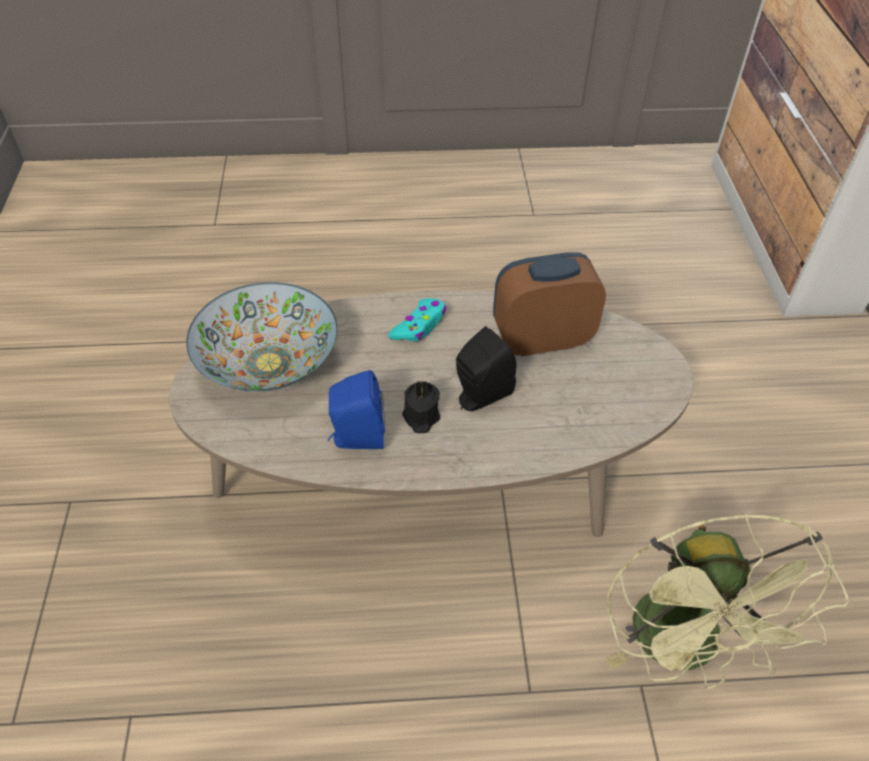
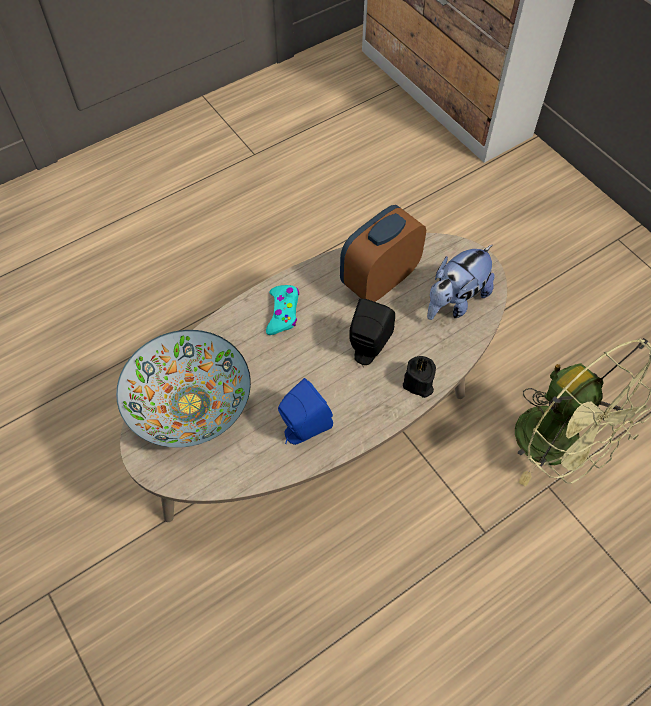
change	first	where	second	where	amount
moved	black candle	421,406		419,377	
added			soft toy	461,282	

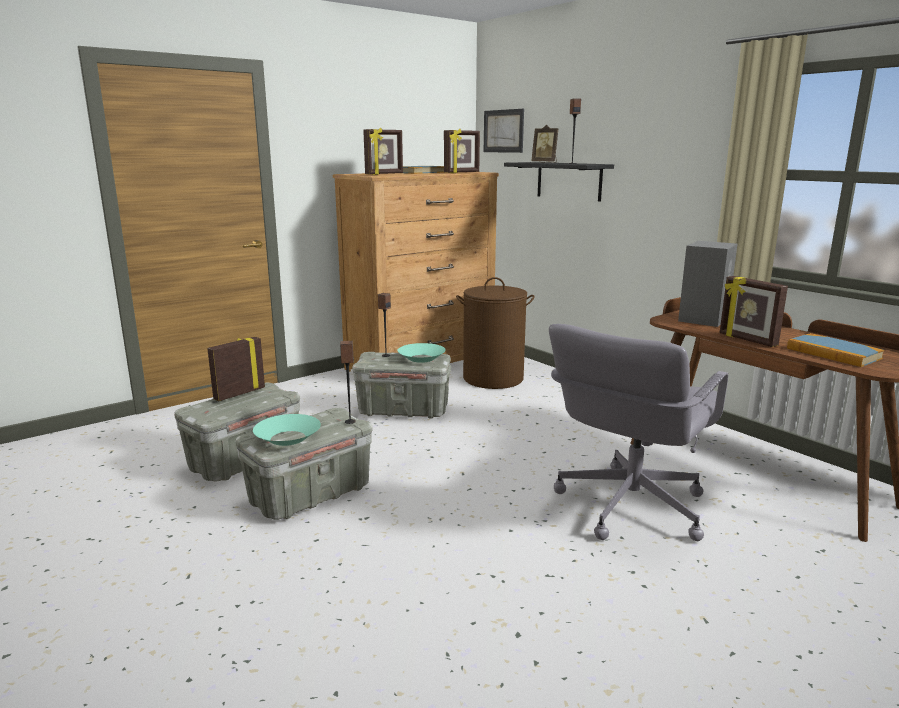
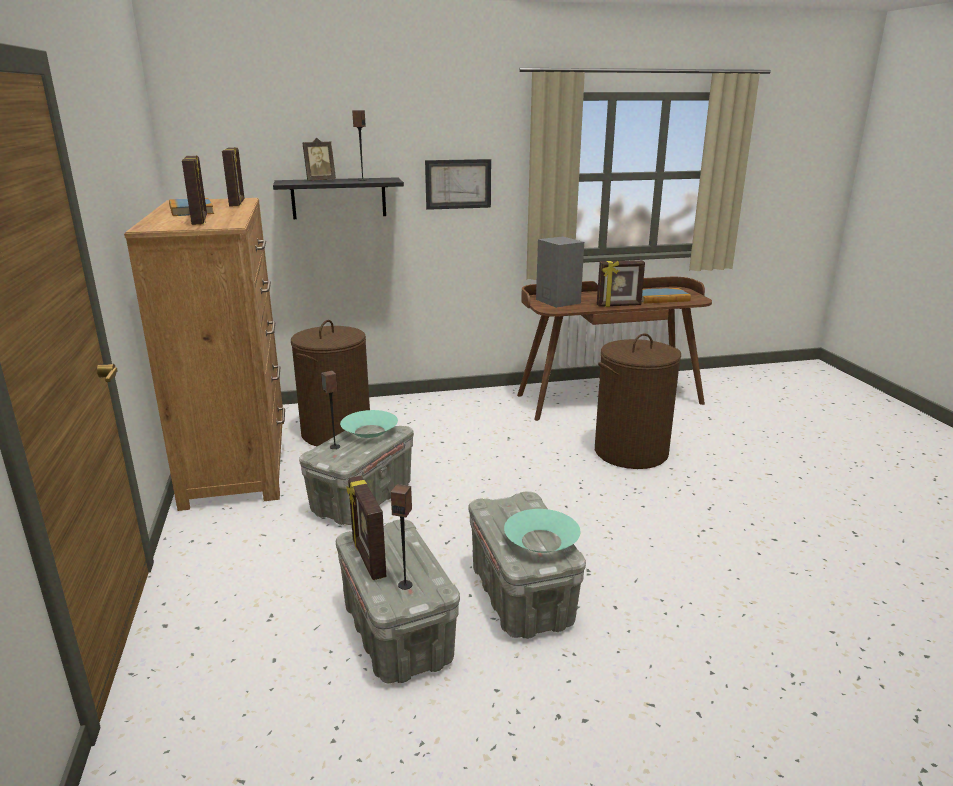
change	first	where	second	where	amount
moved	audio speaker	348,382		402,537	
moved	picture	504,131		458,184	
replaced	greyish office chair	638,432	brown-coloured hamper	638,401	

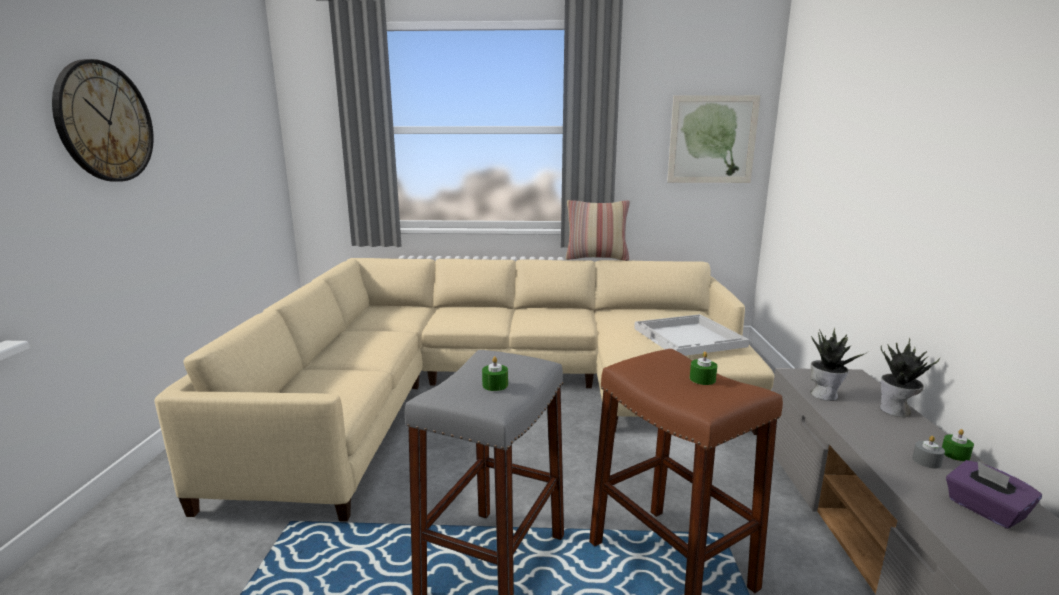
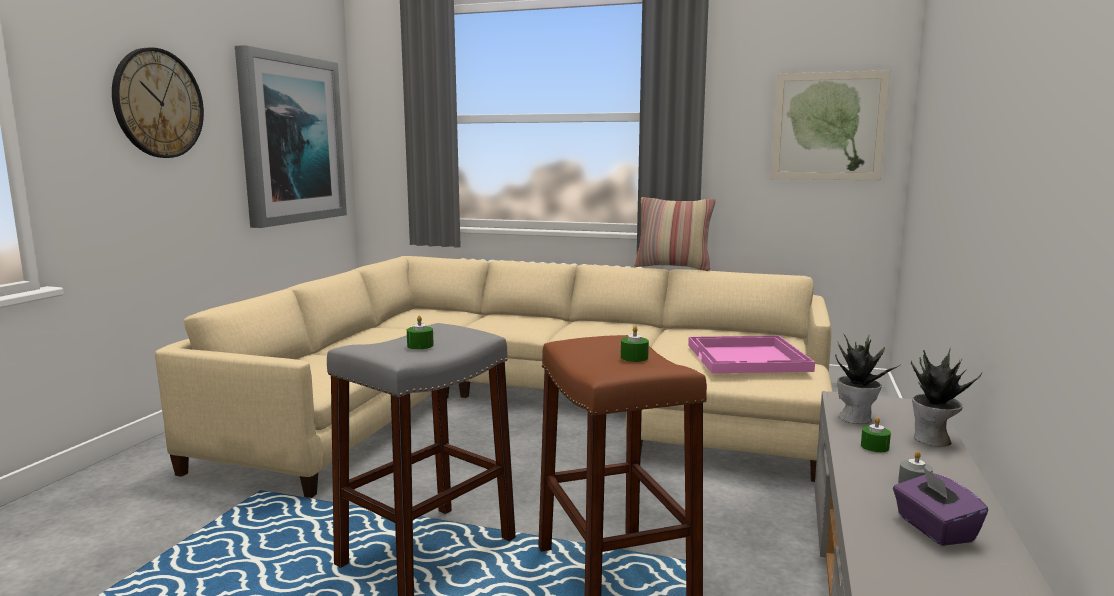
change	first	where	second	where	amount
added			picture	291,136	
recoloured	whitish carrying tray	691,335	pink carrying tray	751,354	
moved	green-coloured candle	958,445		876,434	

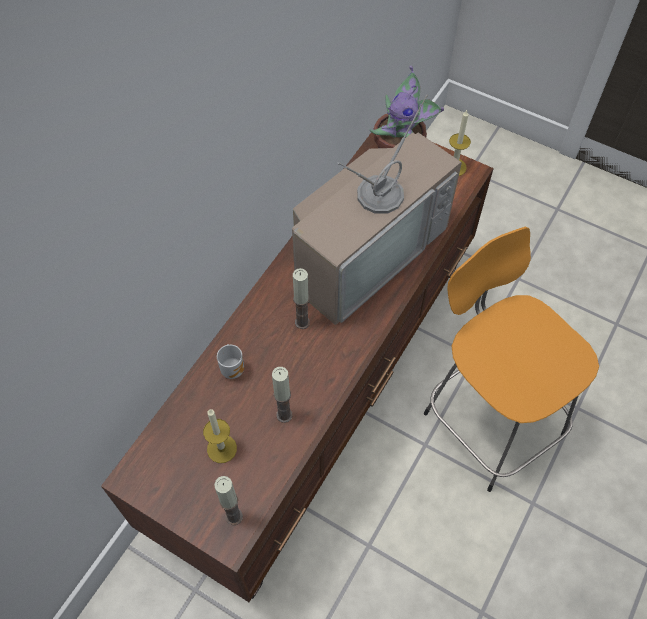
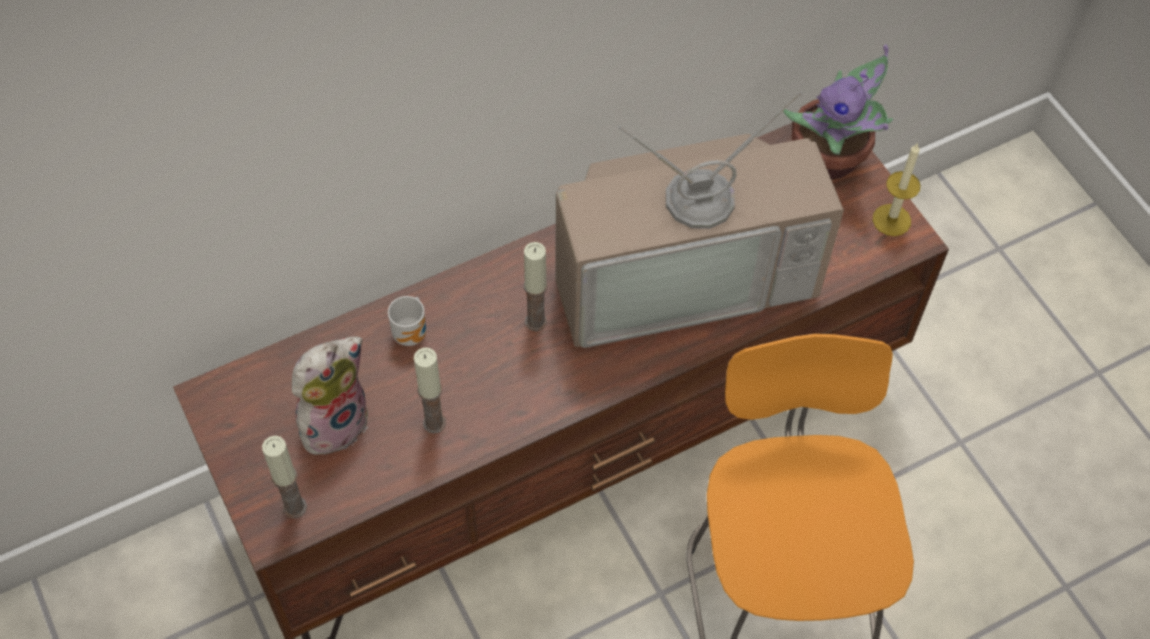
change	first	where	second	where	amount
replaced	candle	220,436	soft toy	330,395	

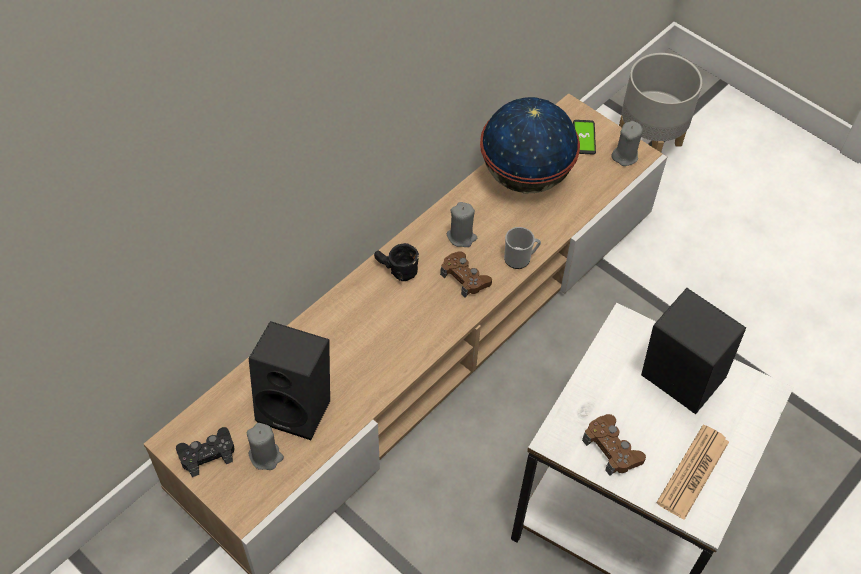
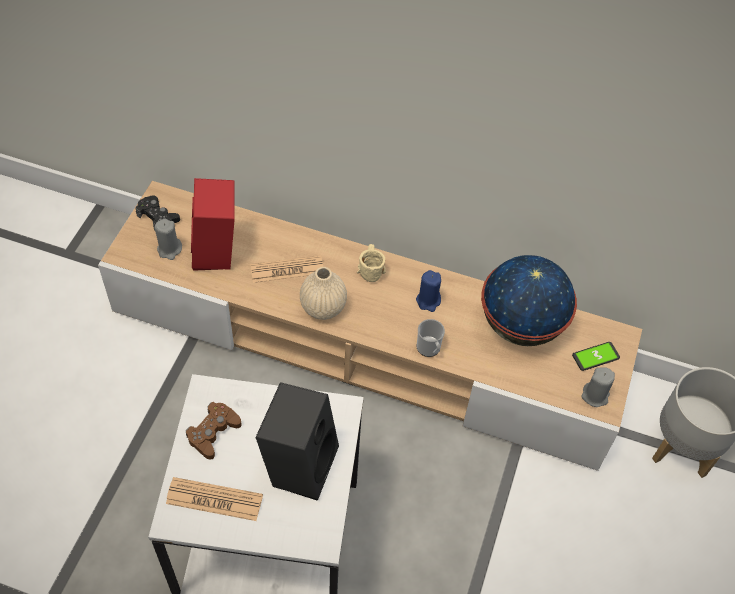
change	first	where	second	where	amount
recoloured	black audio speaker	289,380	red audio speaker	213,224	
added			newspaper	286,269	
added			sand-coloured decorative vase	323,293	
recoloured	black tea mug	396,262	sand-coloured tea mug	371,263	
recoloured	greyish candle	462,224	blue candle	428,291	
removed	brown-coloured game controller	466,274			

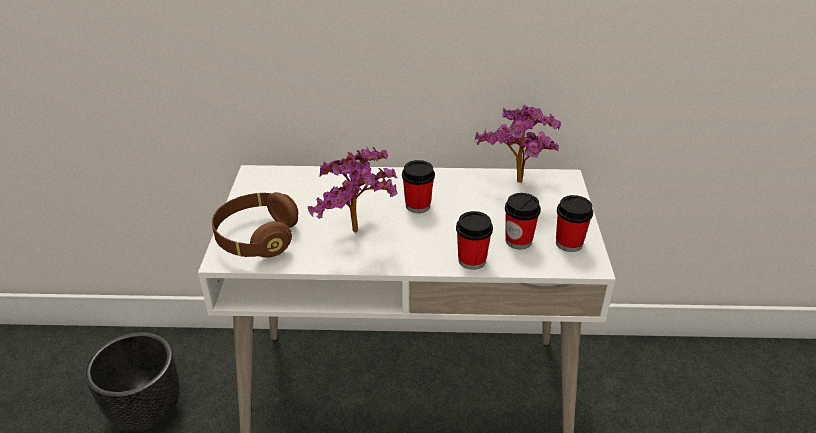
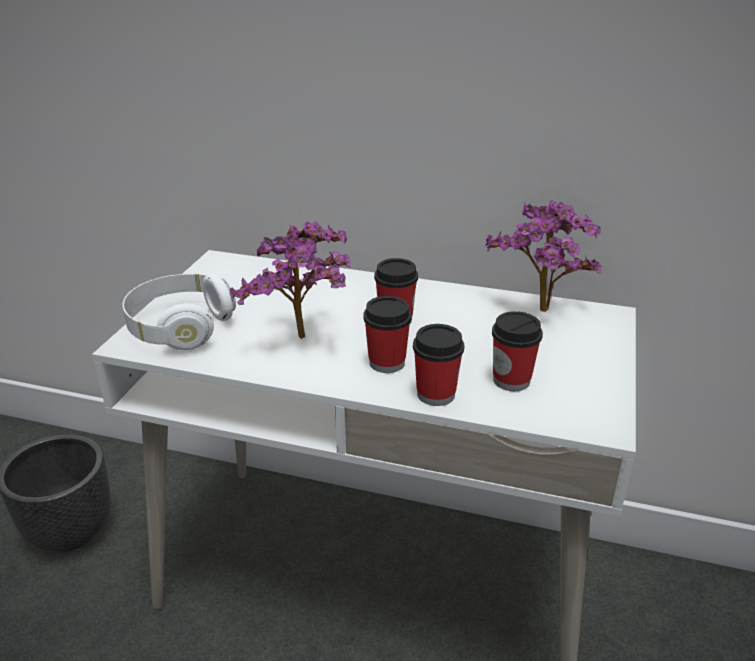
change	first	where	second	where	amount
recoloured	brown-coloured headphones	255,225	whitish headphones	179,312	
moved	drinking cup	574,223		387,334	

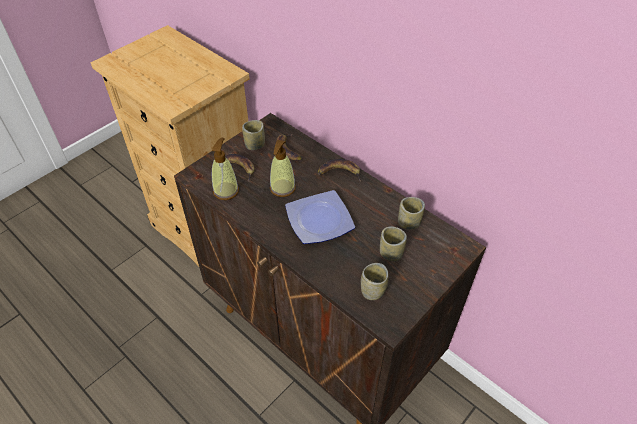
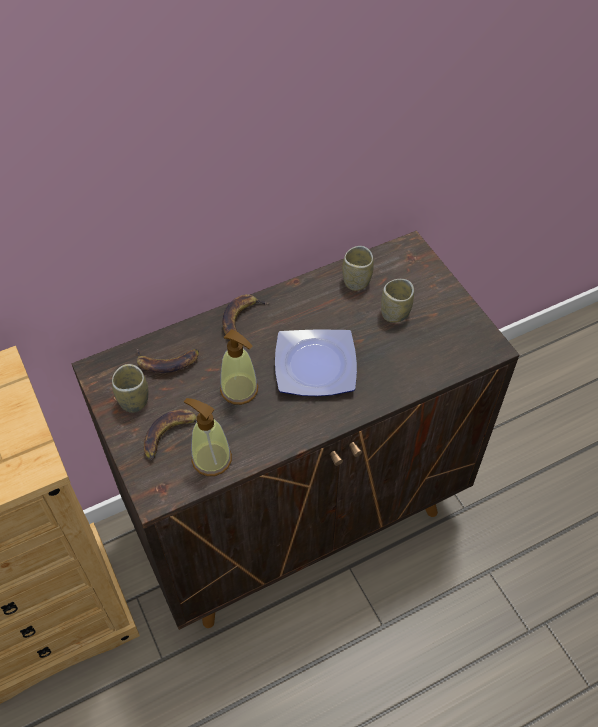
change	first	where	second	where	amount
removed	drinking cup	374,281			

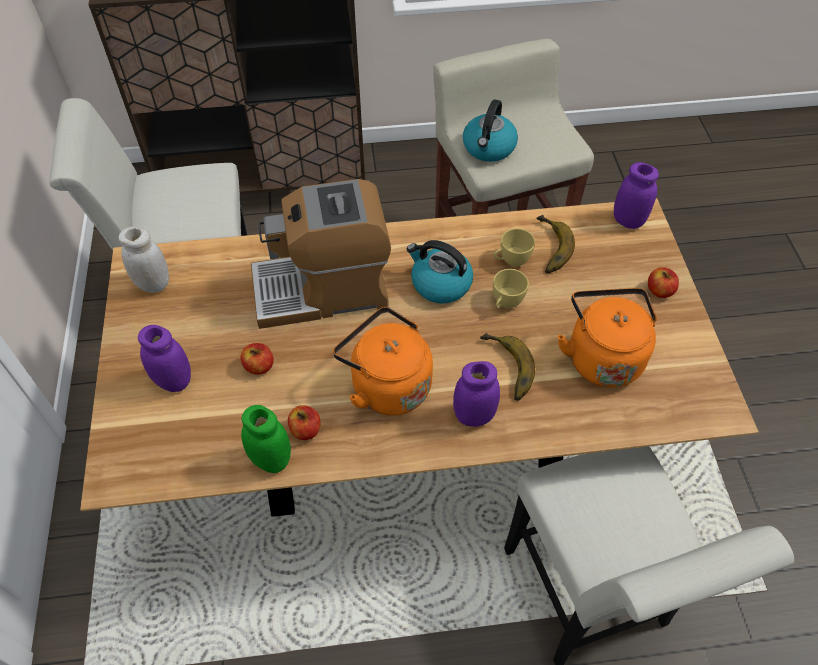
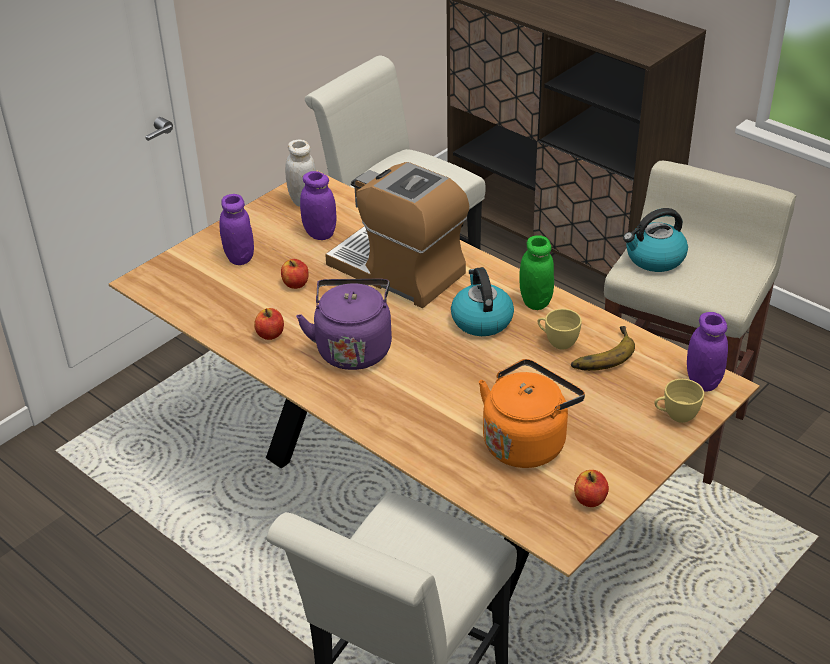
change	first	where	second	where	amount
recoloured	orange kettle	383,361	purple-coloured kettle	344,324	
moved	purple-coloured jar	476,394		318,205	
moved	green-coloured jar	266,439		536,272	
moved	whole apple	663,282		591,488	
moved	yellow drinking cup	511,289		679,401	
removed	banana	507,367			

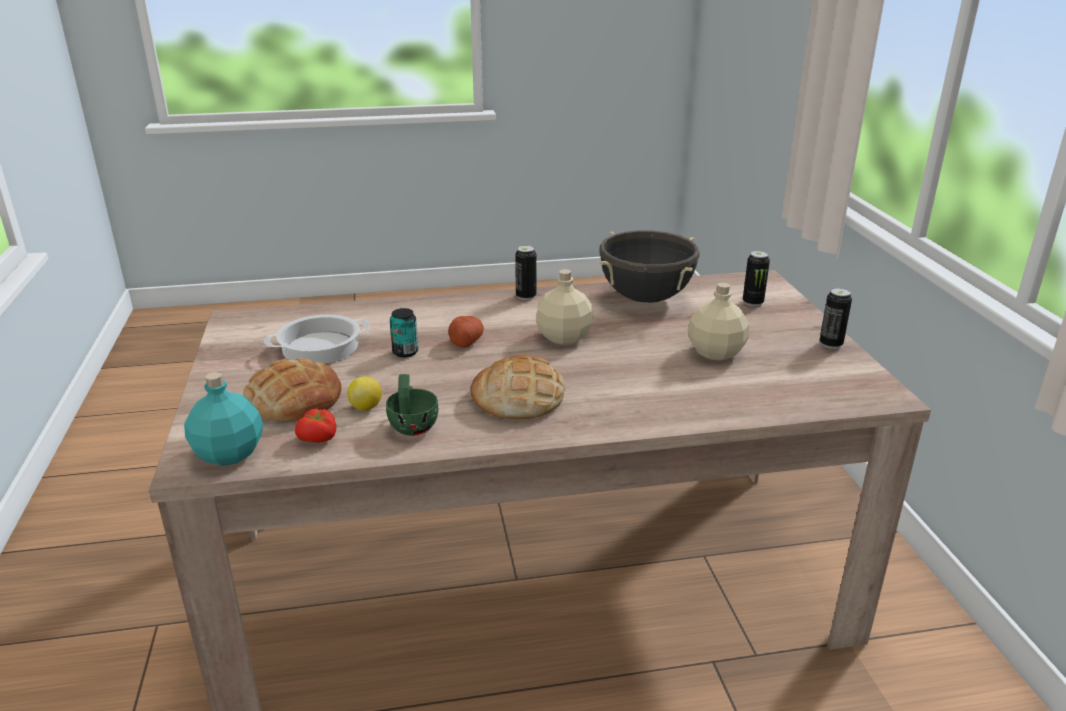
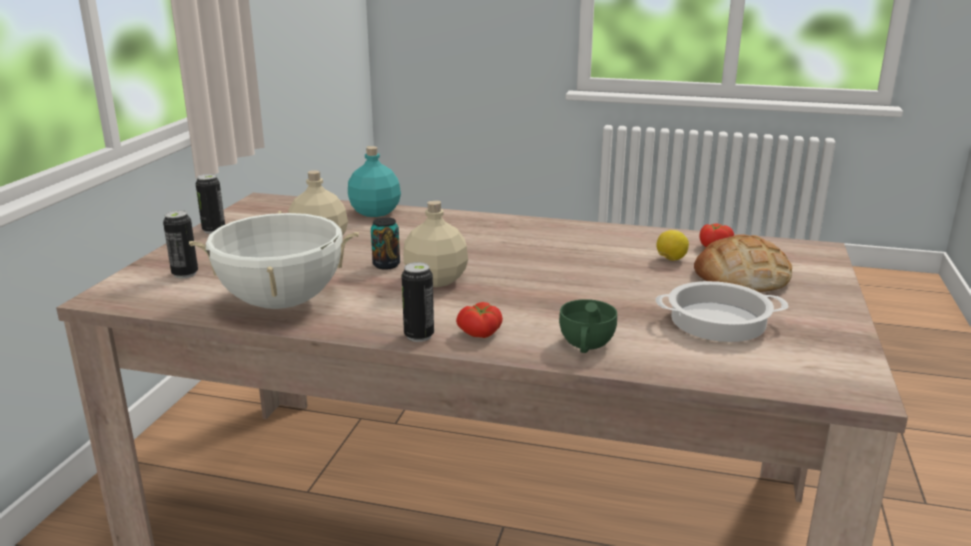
change	first	where	second	where	amount
recoloured	black cooking pot	649,266	whitish cooking pot	274,260	
moved	blue-green beverage bottle	223,419		374,181	
moved	metal can	404,332		385,243	
added			tomato	479,320	
moved	green-coloured drinking cup	412,405		588,326	
removed	whole potato	466,332			
removed	bakery bread	517,386			

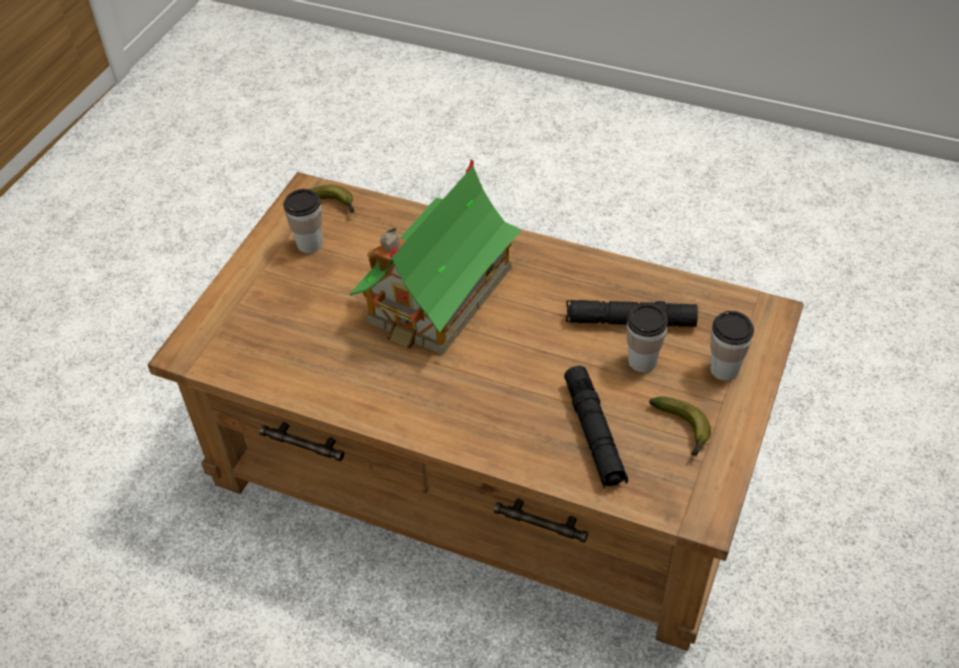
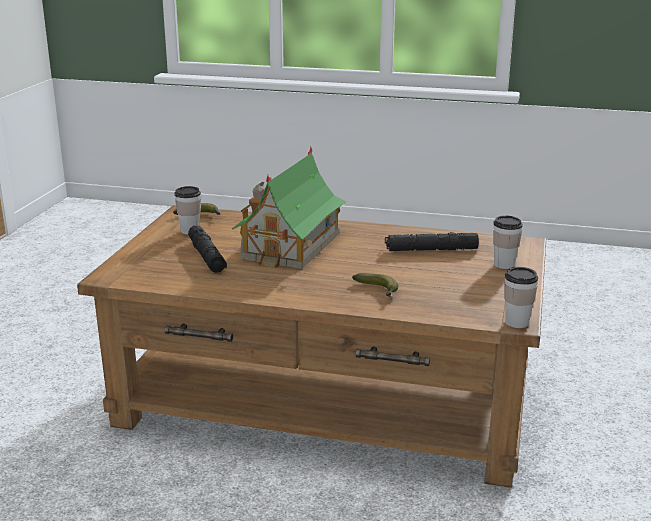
change	first	where	second	where	amount
moved	black flashlight	596,427		207,249	
moved	banana	680,426		375,285	
moved	drinking cup	647,338		521,297	

